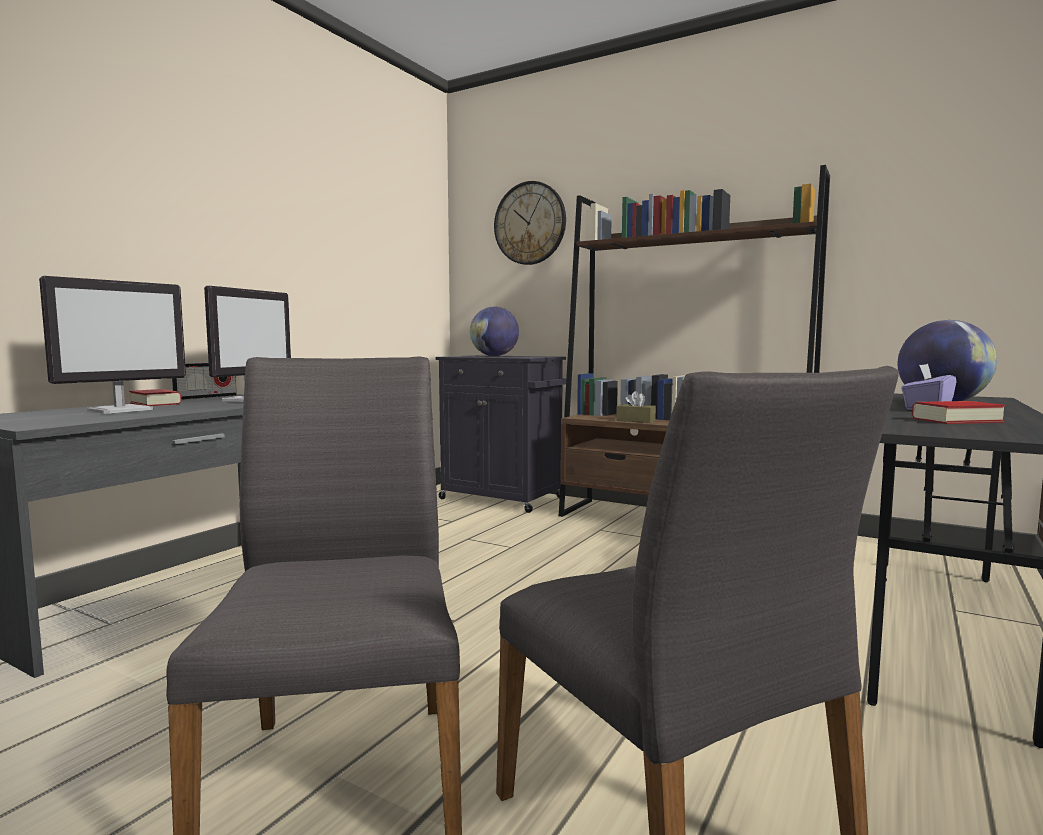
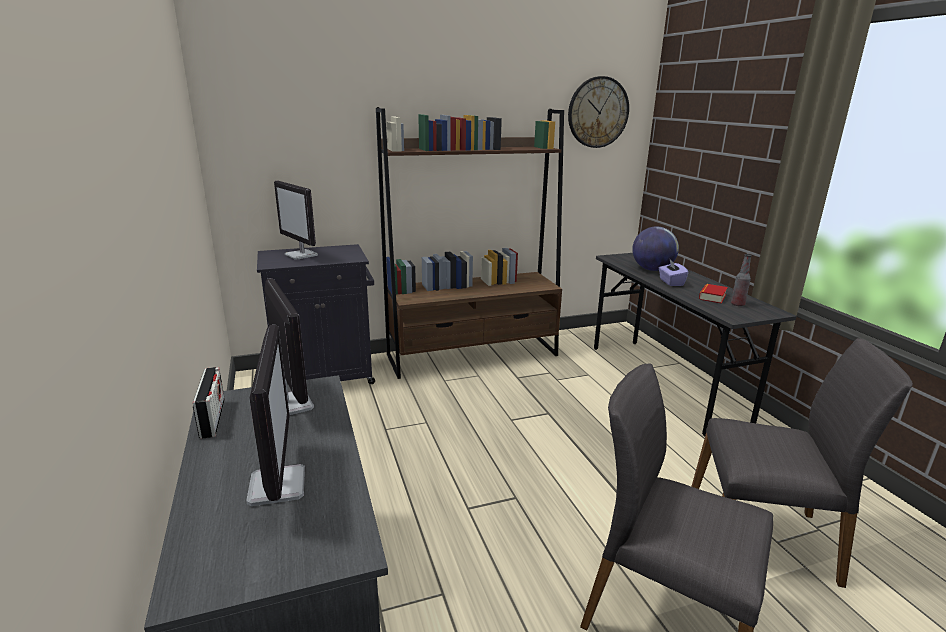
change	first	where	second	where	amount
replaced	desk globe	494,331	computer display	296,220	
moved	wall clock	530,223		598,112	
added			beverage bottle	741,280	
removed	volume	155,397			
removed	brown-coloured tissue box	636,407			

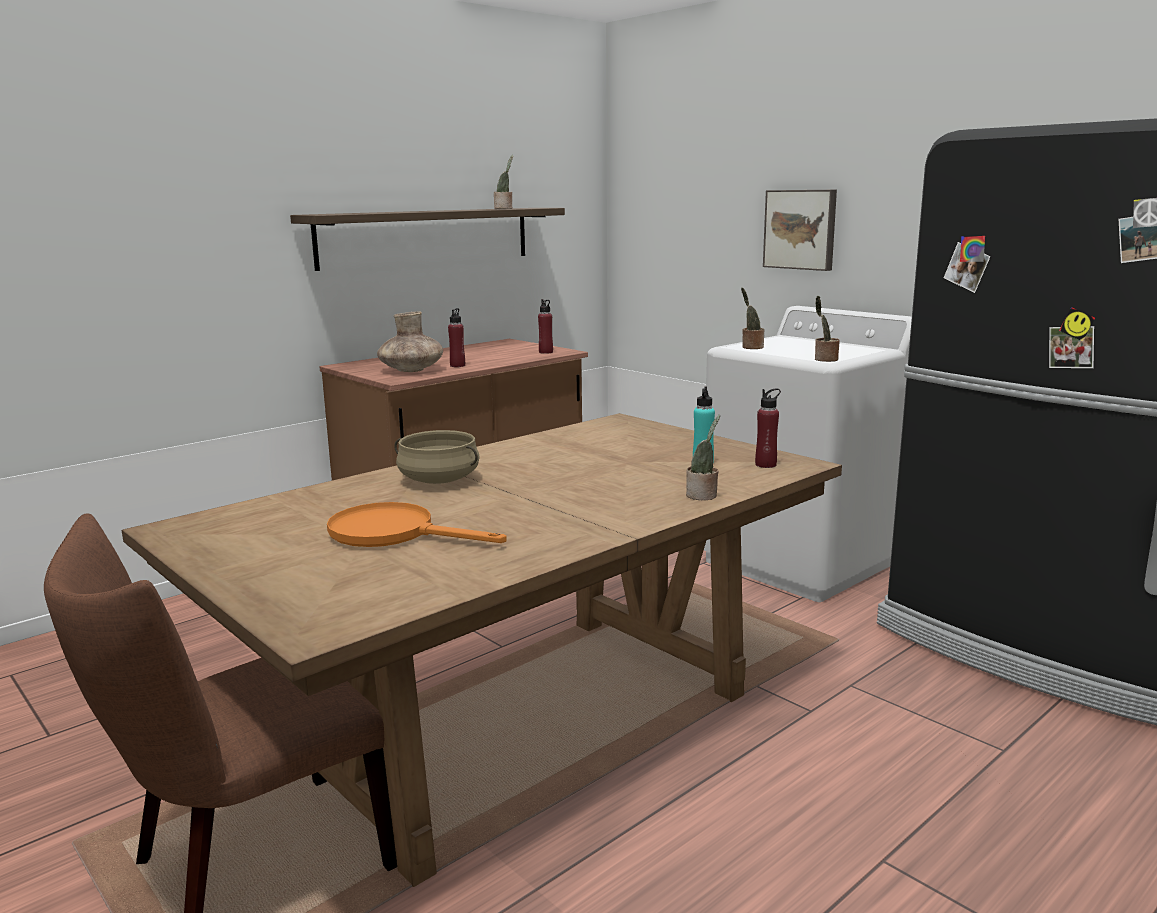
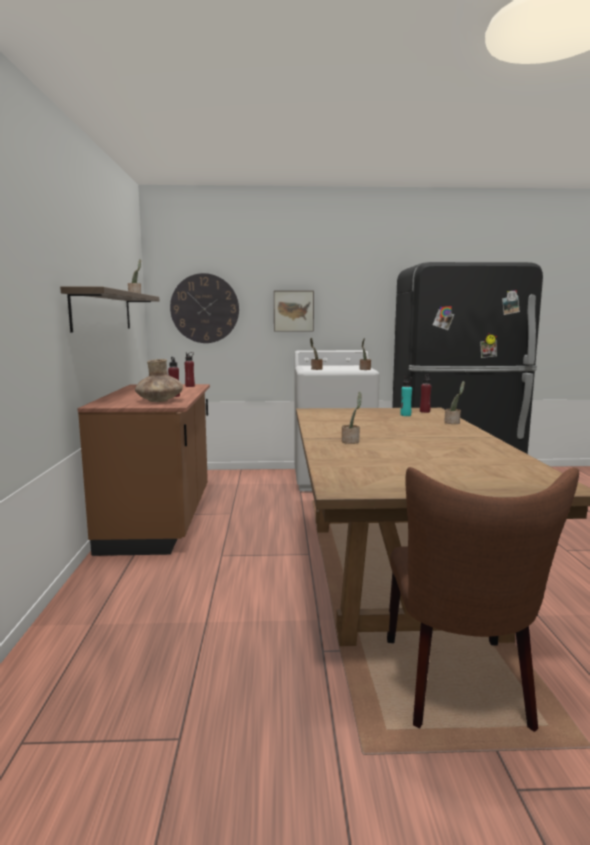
change	first	where	second	where	amount
added			wall clock	204,308	
replaced	sand-coloured cooking pot	437,457	potted plant	352,418	
removed	orange skillet	417,524			

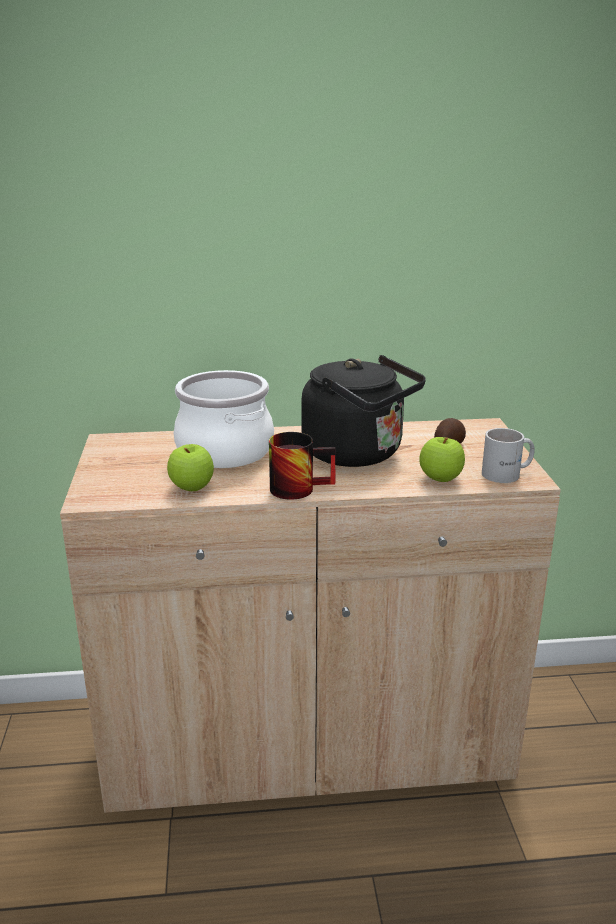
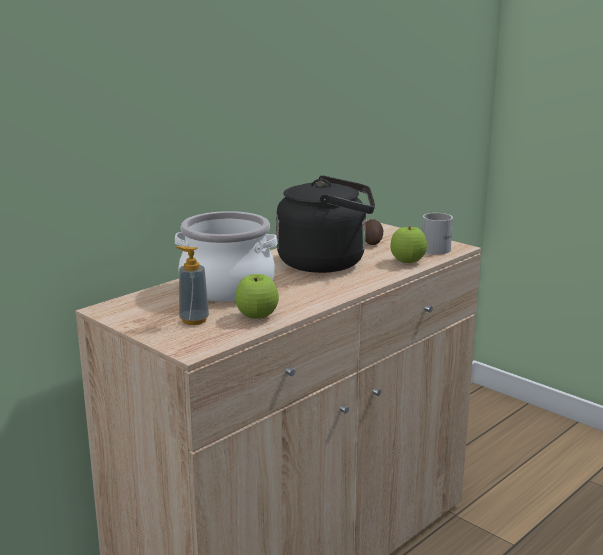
change	first	where	second	where	amount
added			soap bottle	192,285	
removed	tea mug	302,466			

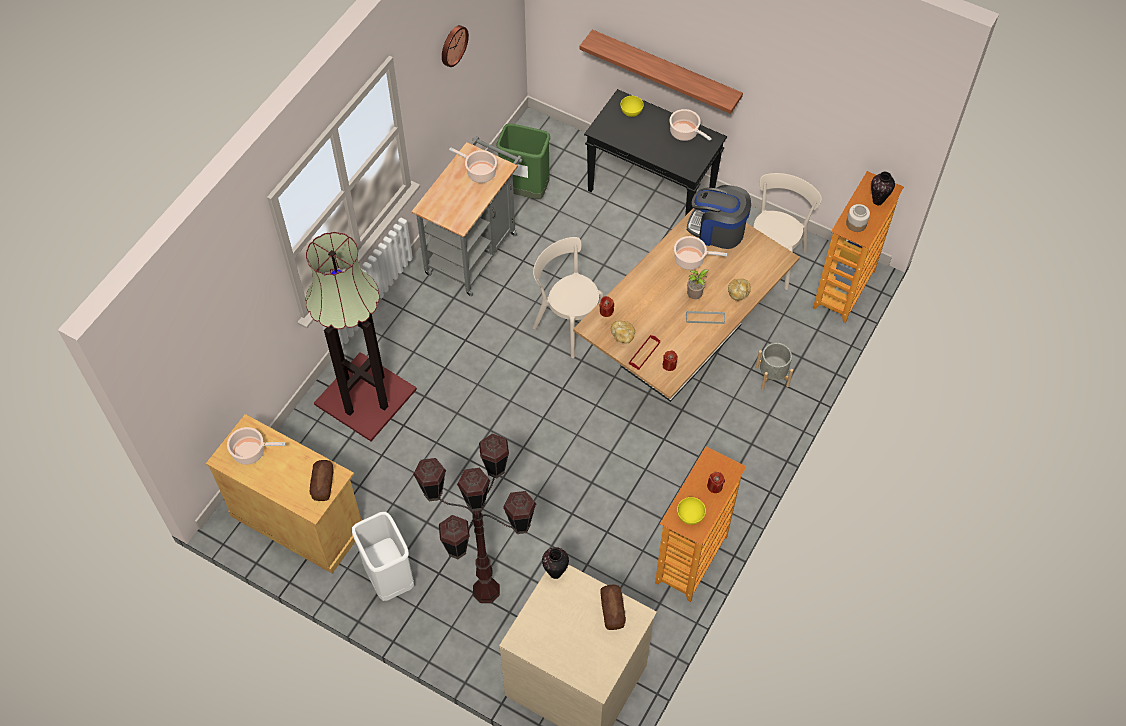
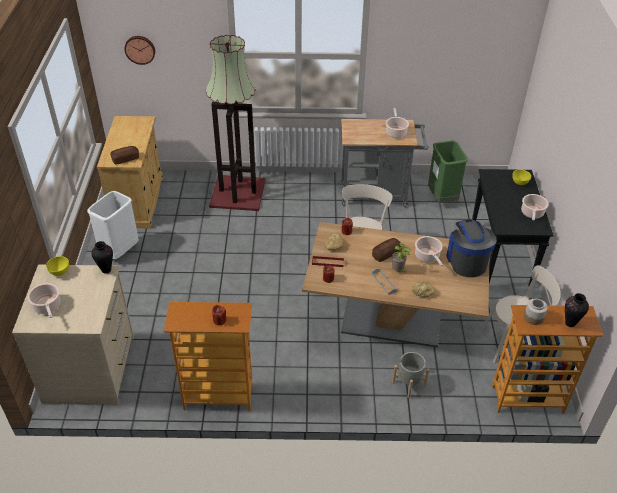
change	first	where	second	where	amount
moved	cooking pot	256,446		44,300	
moved	yellow deep dish	691,511		57,266	
moved	wall clock	455,46		139,50	
moved	bakery bread	613,607		386,250	
removed	brown-coloured floor lamp	474,518			
removed	bracket shelf	661,71			

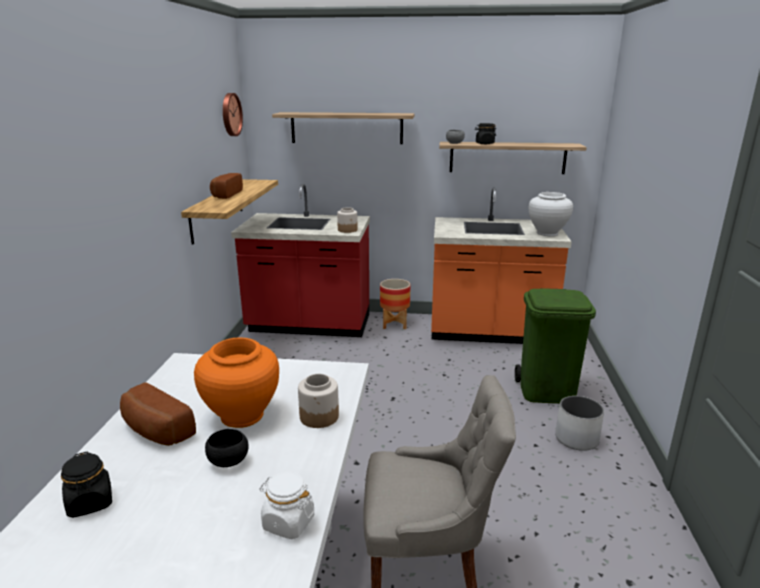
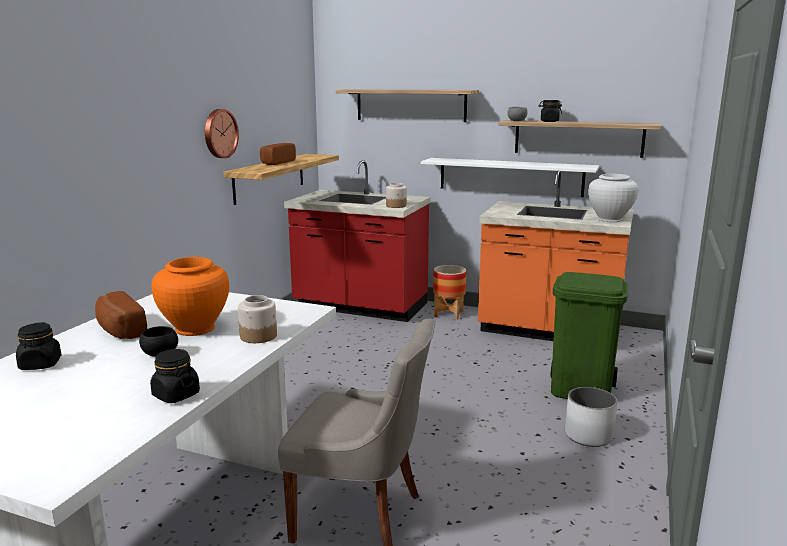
change	first	where	second	where	amount
recoloured	whitish jar	287,505	black jar	175,376	
moved	wall clock	233,114		222,133	
added			whitish bracket shelf	510,177	

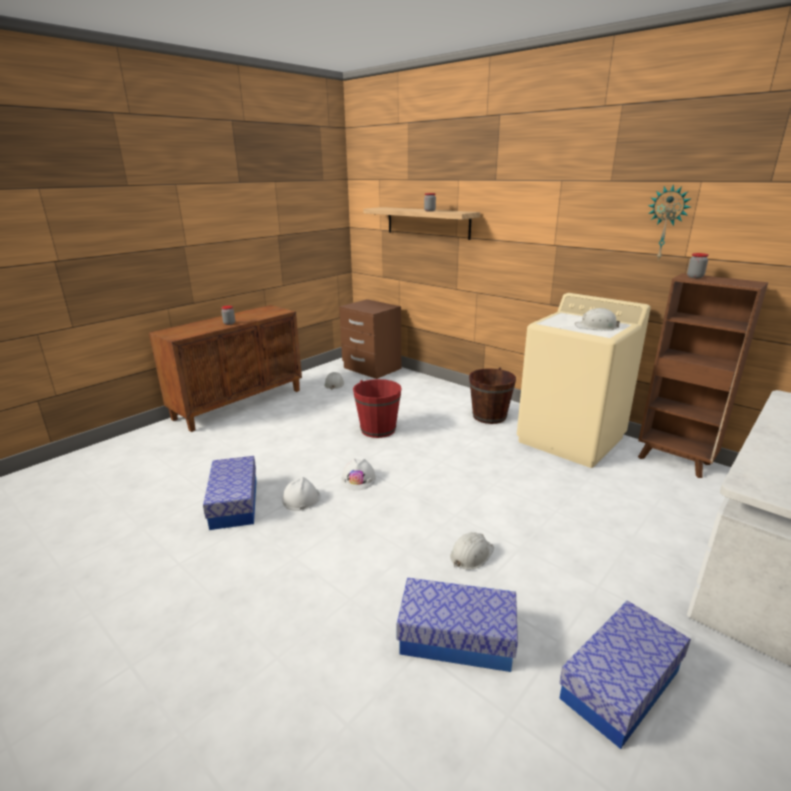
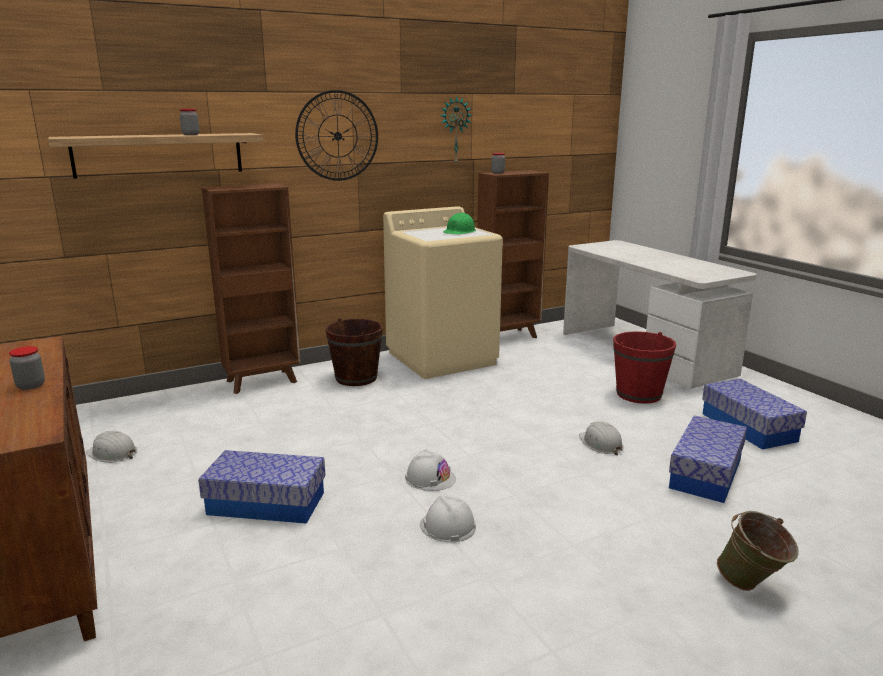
change	first	where	second	where	amount
moved	storage container	230,493		262,487	
added			brown-coloured bookcase	251,288	
added			wall clock	336,135	
recoloured	whitish safety helmet	597,319	green-coloured safety helmet	459,223	
moved	red bucket	377,408		644,367	
added			green-coloured bucket	758,551	
removed	brown-coloured night table	370,339			

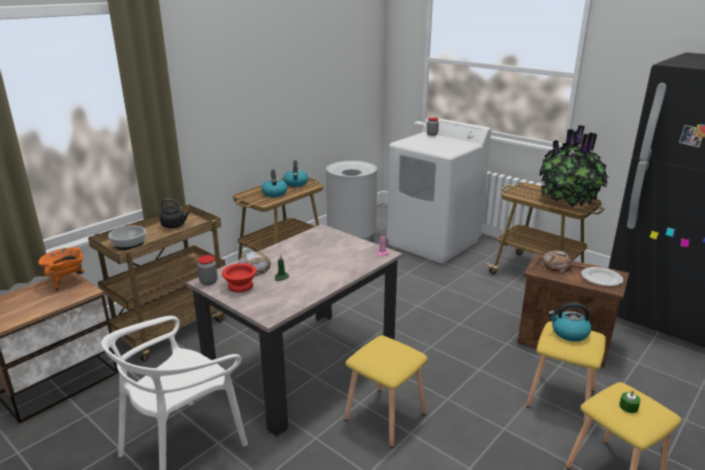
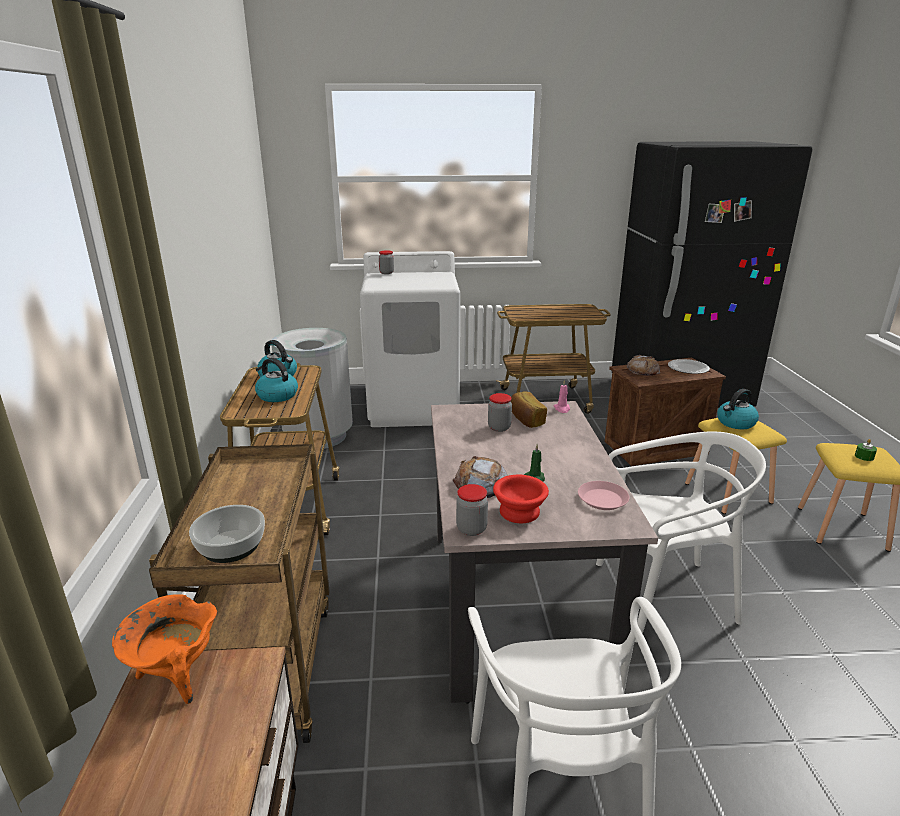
change	first	where	second	where	amount
added			jar	500,412	
added			bakery bread	529,409	
added			pink flat dish	604,495	
replaced	yellow sitting stool	386,391	whitish chair	681,537	
removed	black kettle	174,213			
removed	potted plant	574,166			

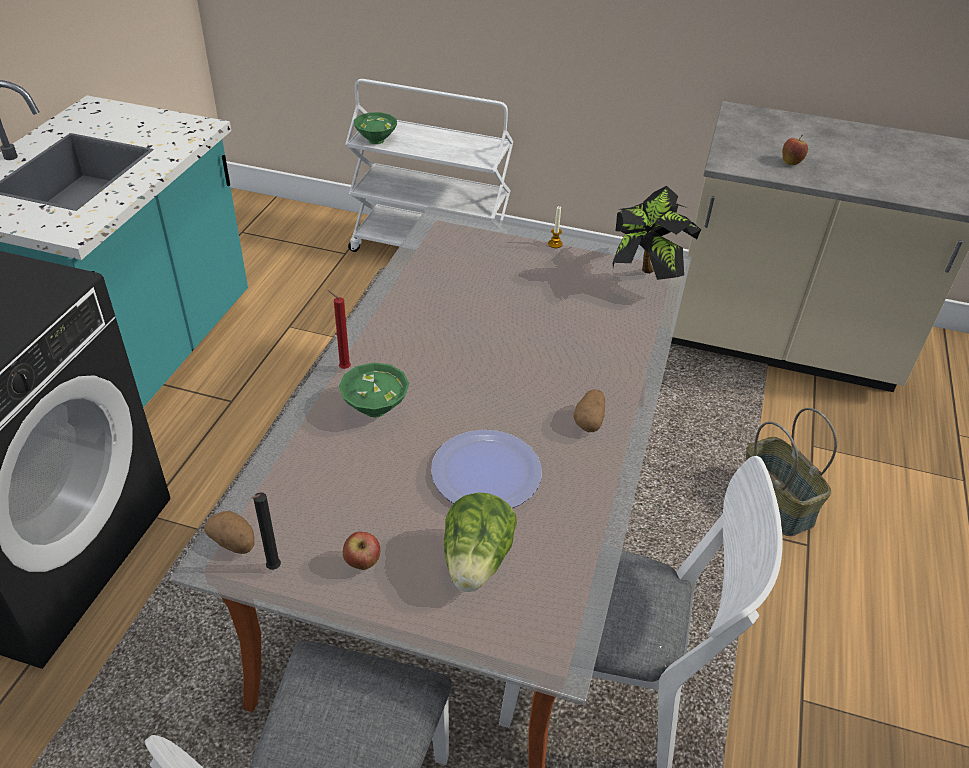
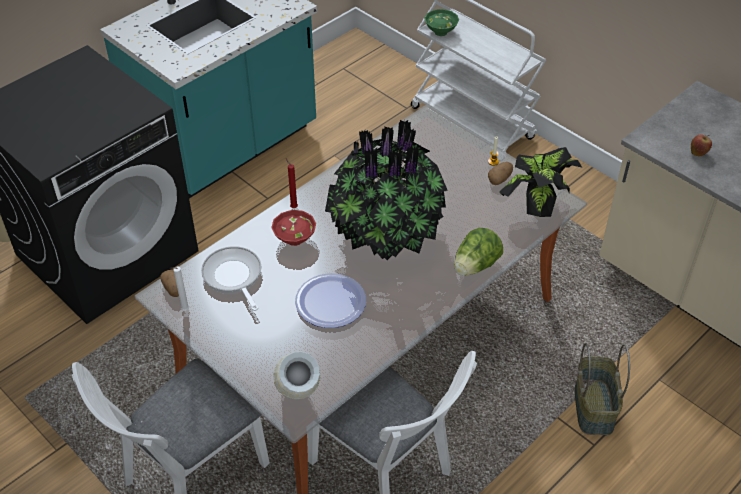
change	first	where	second	where	amount
recoloured	black candle	266,531	whitish candle	179,289	
added			skillet	231,278	
recoloured	green-coloured deep dish	374,389	red deep dish	293,228	
added			decorative vase	296,376	
added			potted plant	386,190	
moved	lettuce head	480,542		478,252	
moved	whole potato	589,410		500,173	
removed	whole apple	361,551			

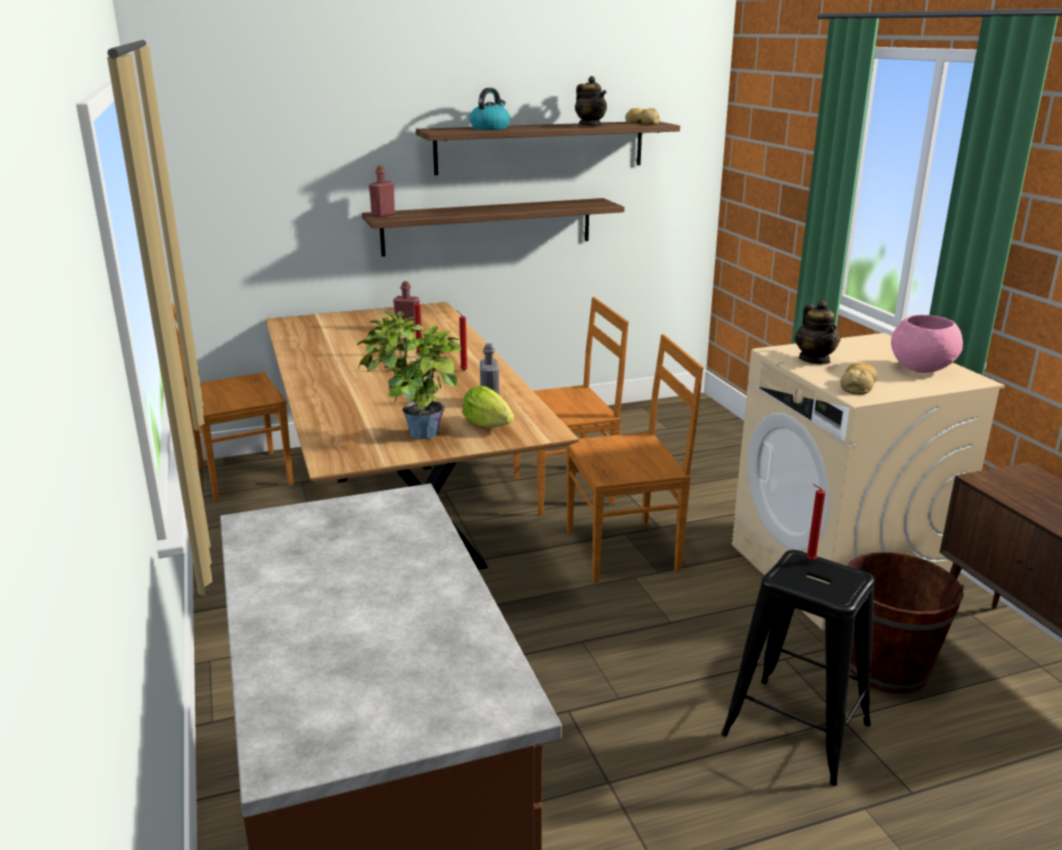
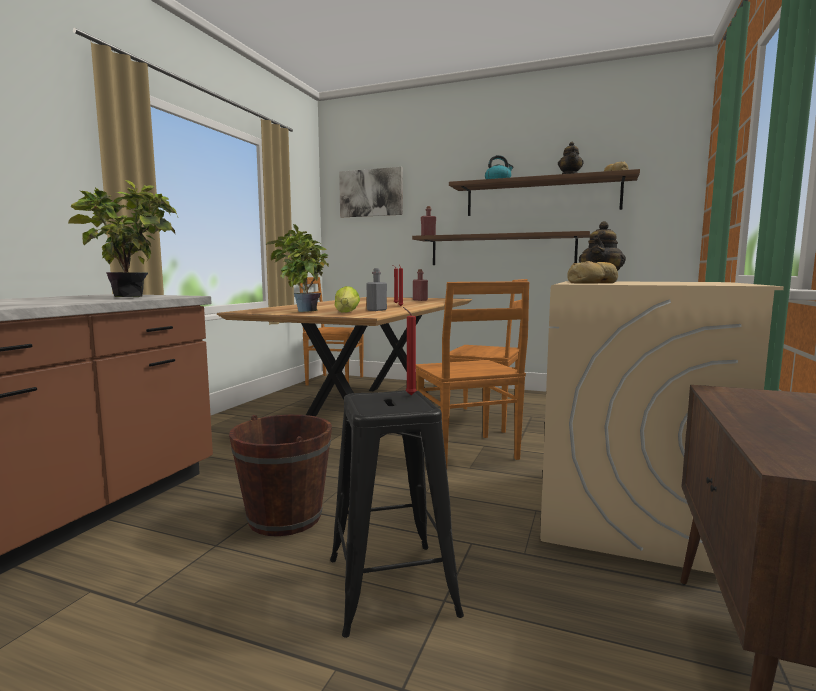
change	first	where	second	where	amount
added			potted plant	123,238	
moved	brown-coloured bucket	905,623		280,475	
added			picture	371,192	
turned	brown-coloured chair	635,458		472,374	45 degrees clockwise
removed	pink deep dish	927,344			

